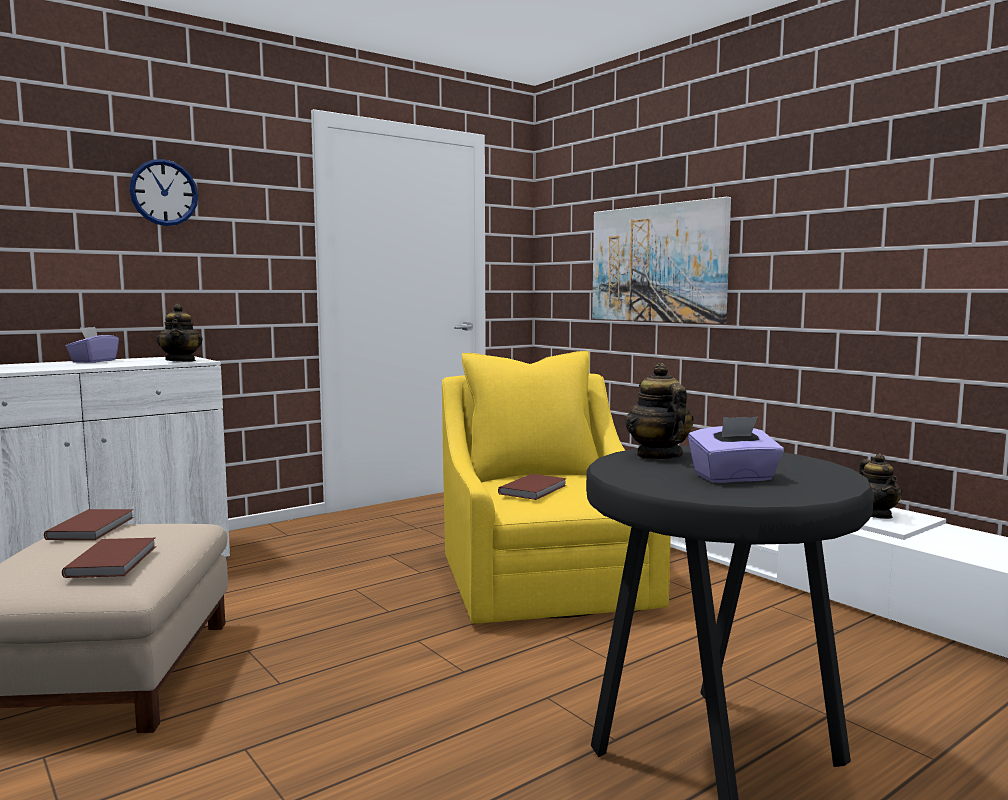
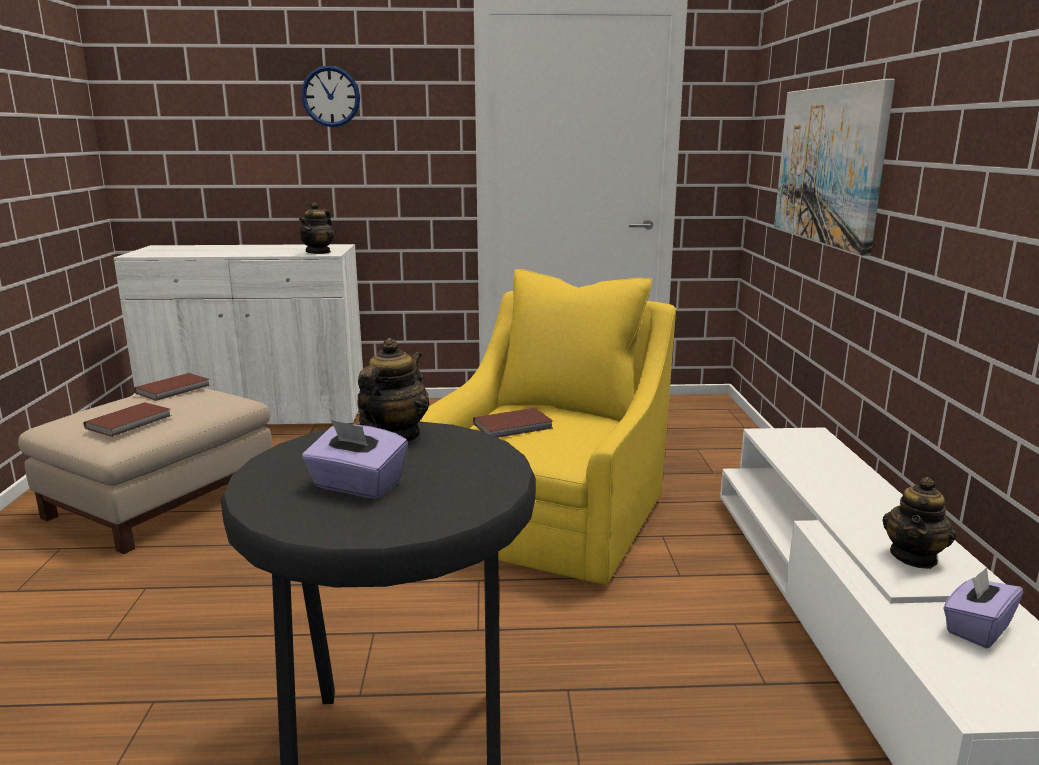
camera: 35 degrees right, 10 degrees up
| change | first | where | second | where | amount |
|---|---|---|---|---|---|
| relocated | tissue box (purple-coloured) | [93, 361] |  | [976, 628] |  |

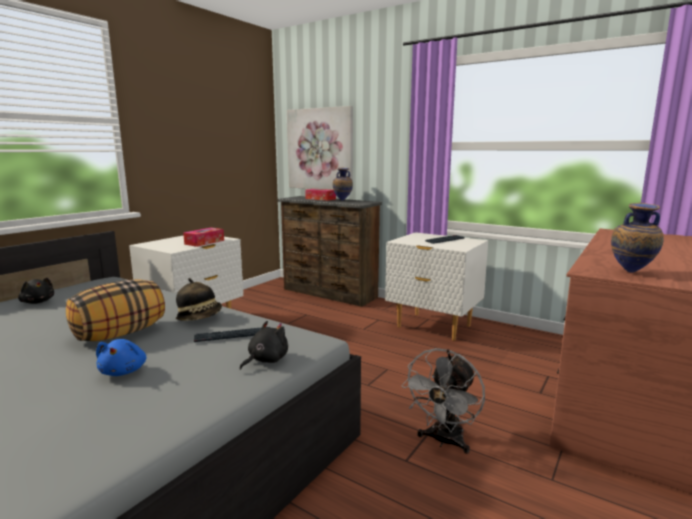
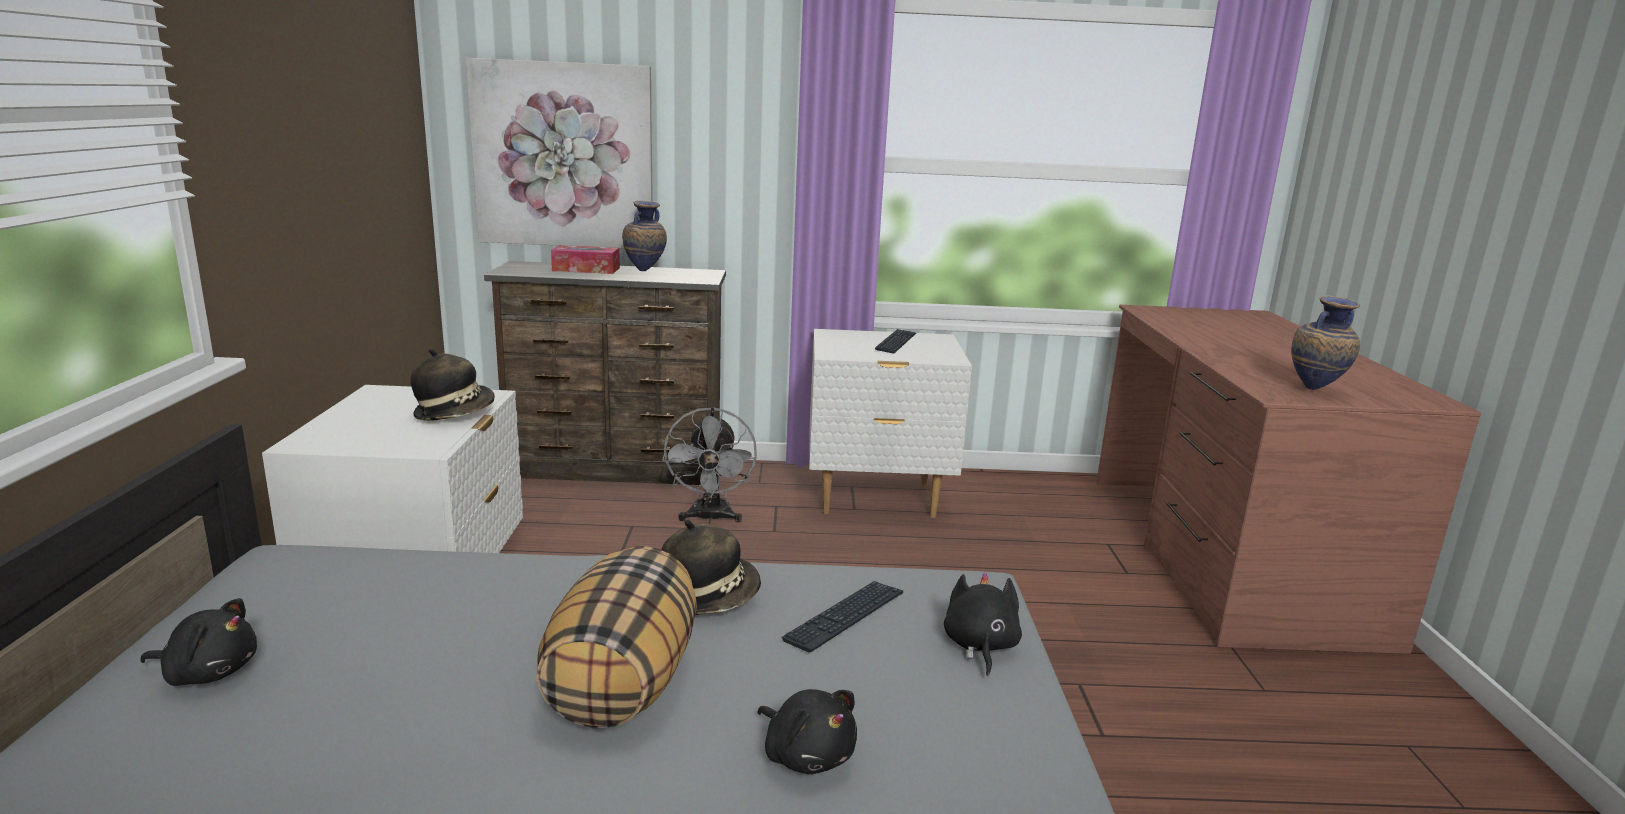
camera: 35 degrees left, 5 degrees up
| change | first | where | second | where | amount |
|---|---|---|---|---|---|
| exchanged | tissue box | [204, 242] | wearable hat | [454, 413] |  |
| colour | soft toy (blue-coloured) | [124, 371] | soft toy (black-coloured) | [806, 755] |  |
| relocated | fan (grey) | [444, 441] |  | [710, 518] |  |

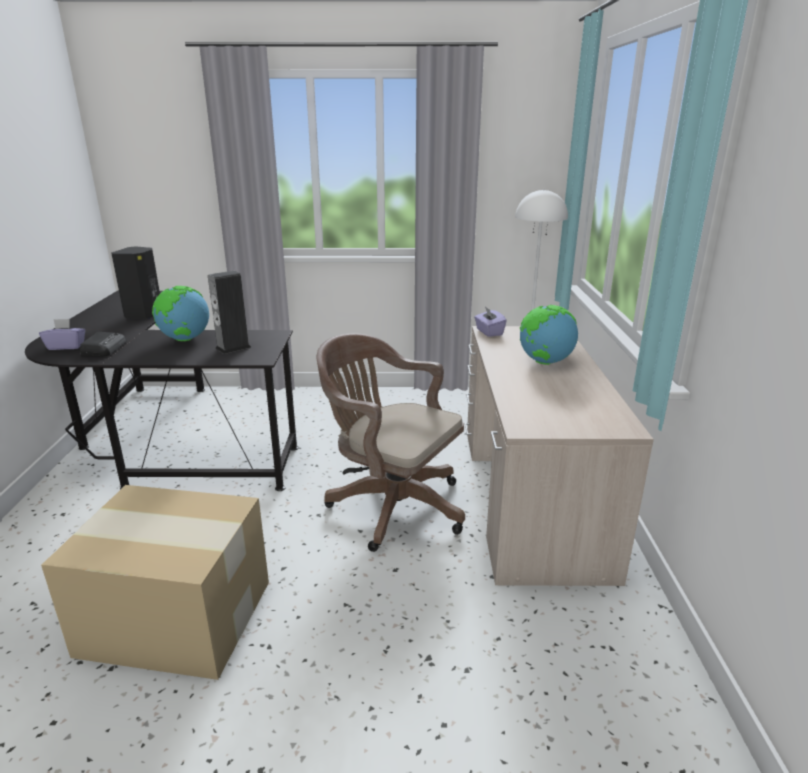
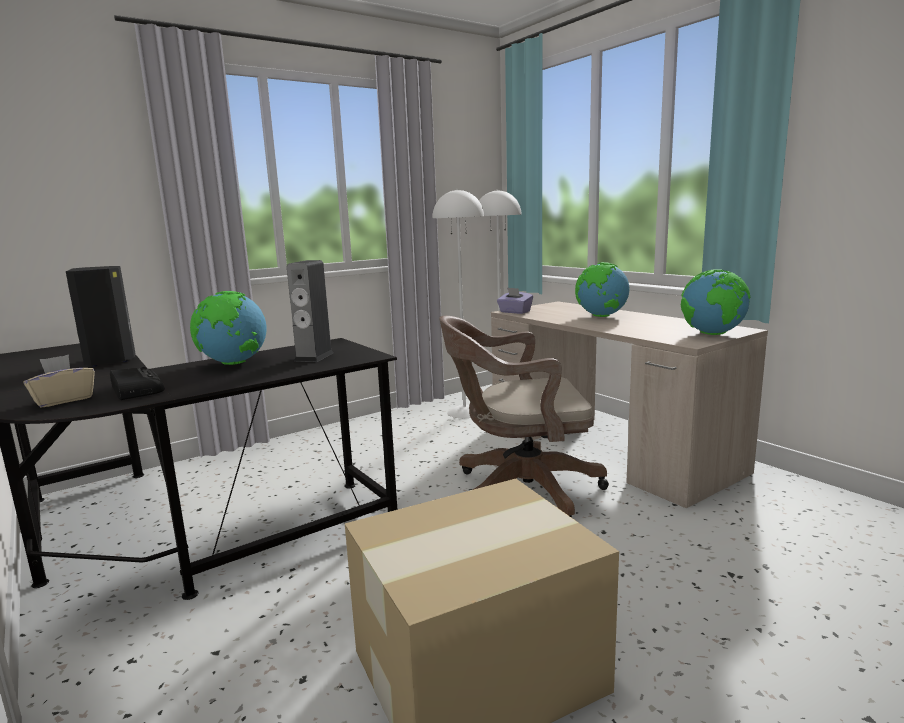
camera: 35 degrees left, 10 degrees down
| change | first | where | second | where | amount |
|---|---|---|---|---|---|
| colour | tissue box (purple-coloured) | [66, 346] | tissue box (beige-coloured) | [63, 400] |  |
| appeared |  |  | standard lamp (white) | [464, 412] |  |
| appeared |  |  | world globe | [713, 334] |  |

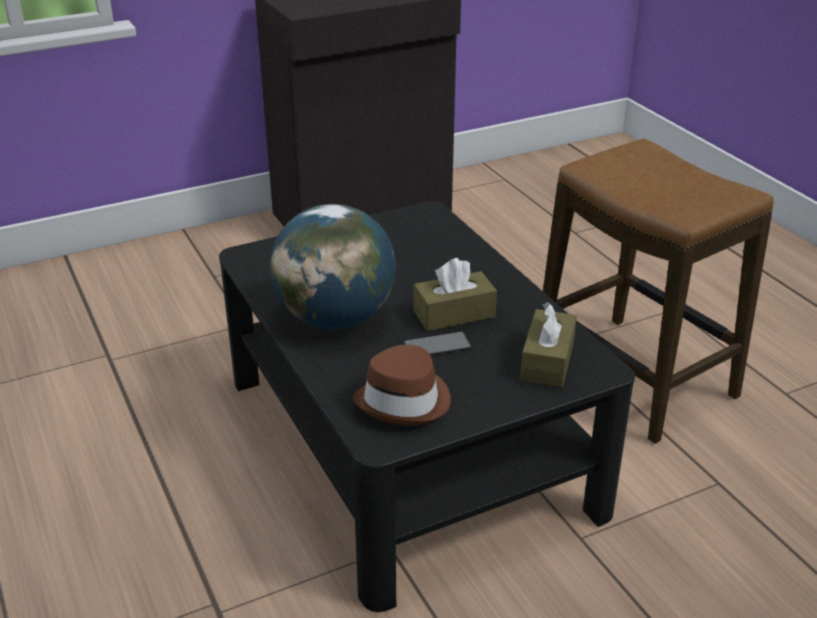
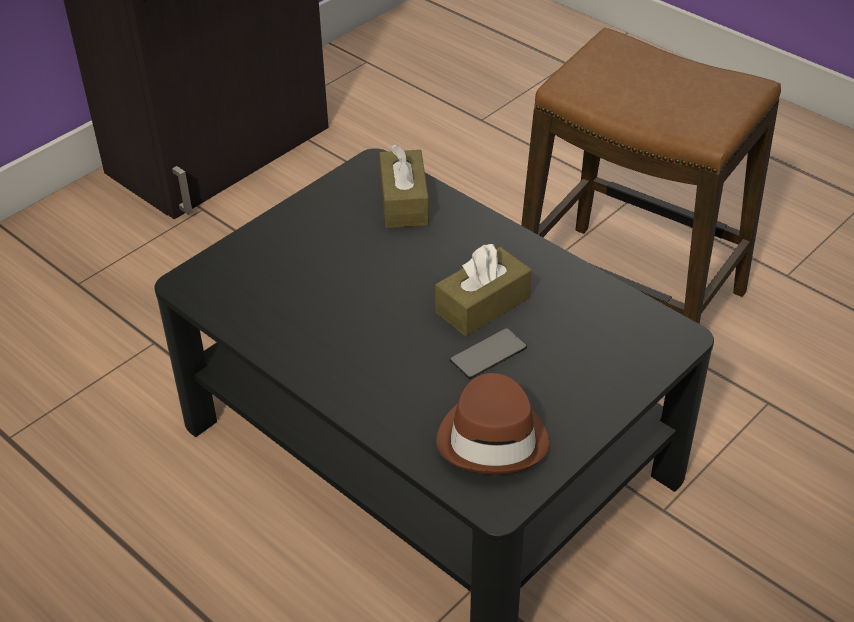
camera: 20 degrees left, 10 degrees up
| change | first | where | second | where | amount |
|---|---|---|---|---|---|
| missing | world globe | [335, 318] |  |  |  |
| relocated | tissue box (brown) | [547, 361] |  | [404, 202] |  |

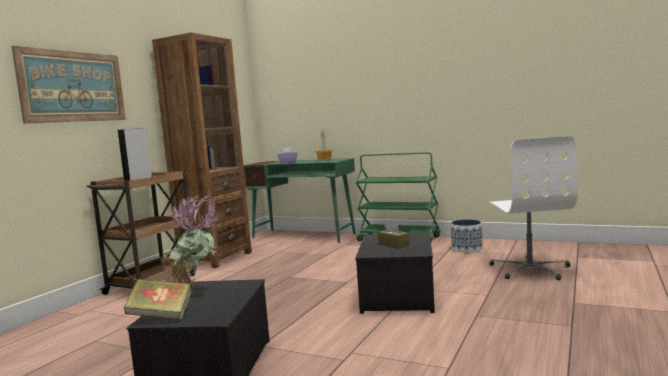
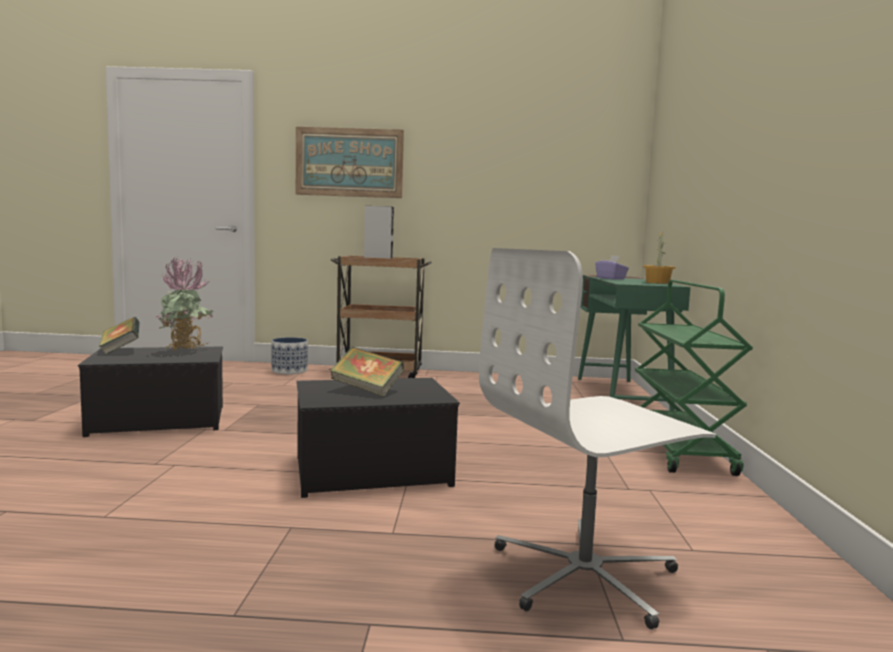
camera: 65 degrees right, 0 degrees up
| change | first | where | second | where | amount |
|---|---|---|---|---|---|
| missing | bookshelf (brown) | [215, 258] |  |  |  |
| relocated | planter | [467, 248] |  | [289, 371] |  |
| exchanged | tissue box (brown) | [394, 244] | book | [367, 390] |  |

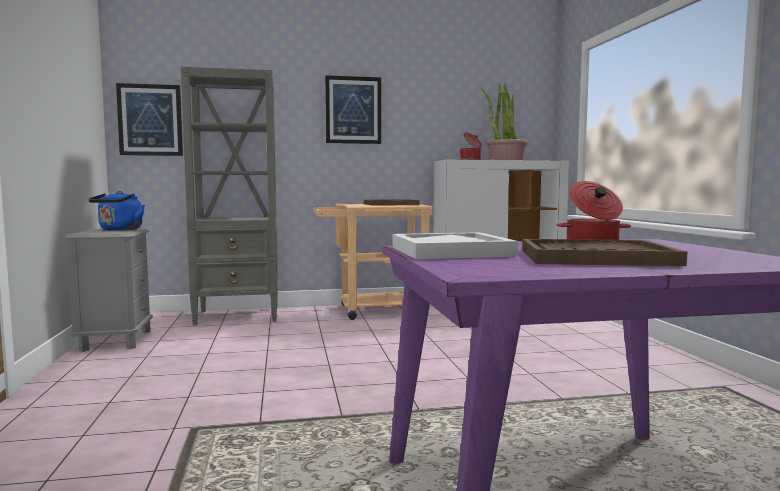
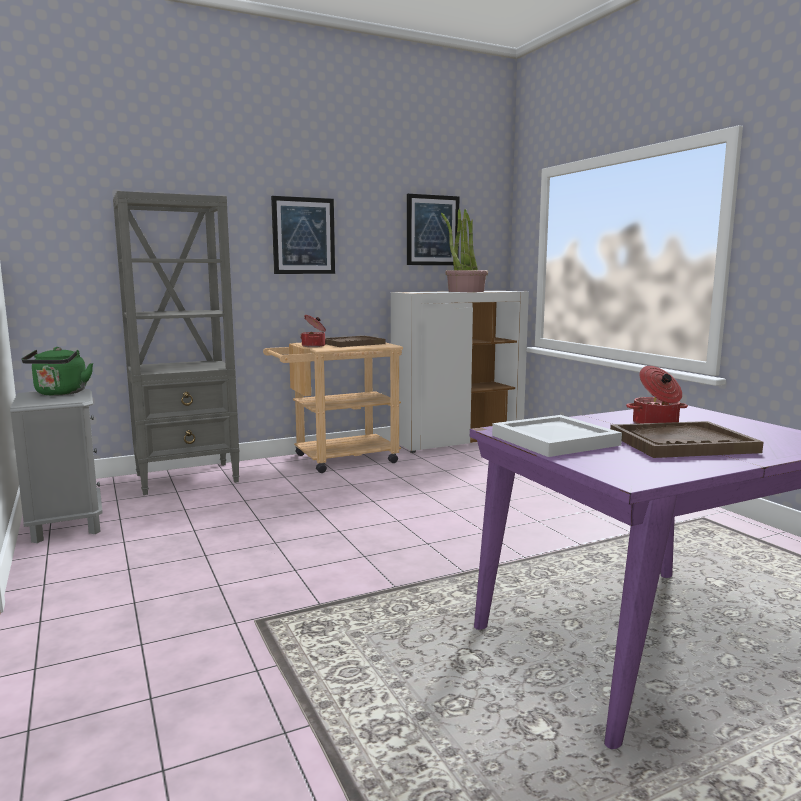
camera: 15 degrees left, 5 degrees up
| change | first | where | second | where | amount |
|---|---|---|---|---|---|
| relocated | wall picture | [150, 120] |  | [432, 230] |  |
| relocated | saucepot | [471, 159] |  | [314, 346] |  |
| colour | water kettle (blue-coloured) | [119, 230] | water kettle (greenish) | [60, 393] |  |

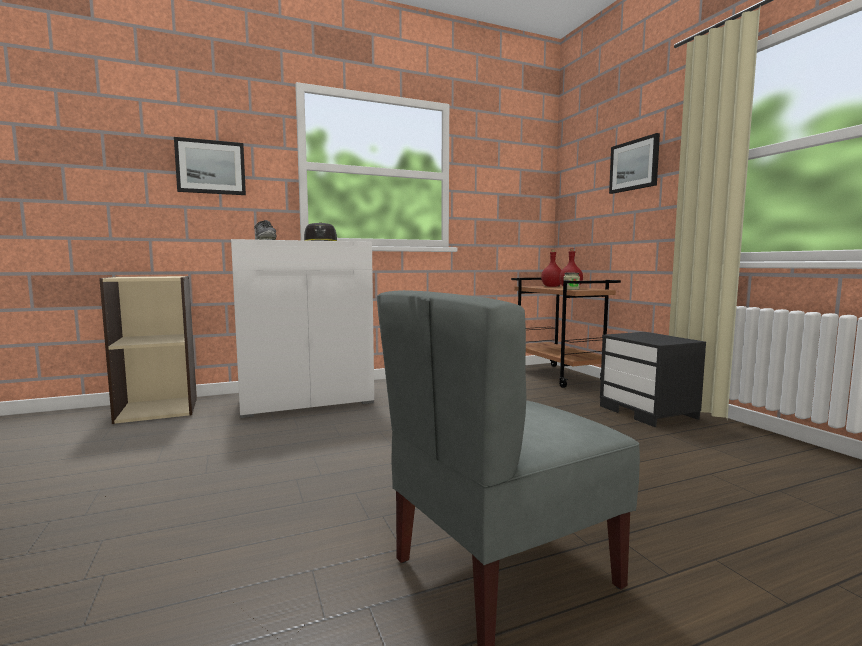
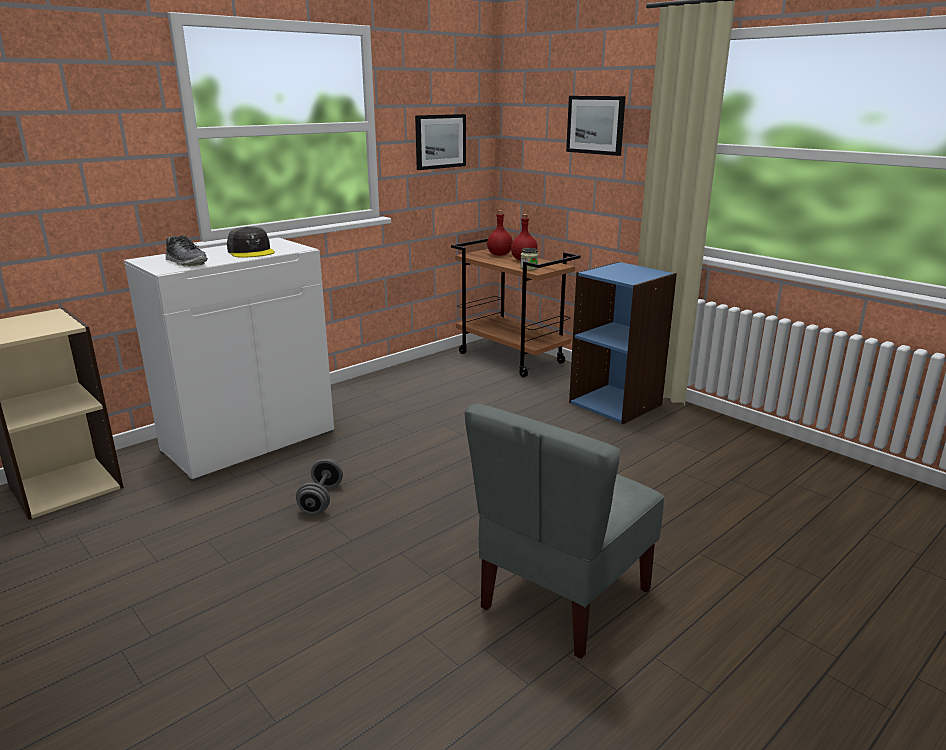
camera: 20 degrees left, 15 degrees up
| change | first | where | second | where | amount |
|---|---|---|---|---|---|
| relocated | wall picture | [211, 167] |  | [440, 141] |  |
| exchanged | nightstand (black-coloured) | [649, 412] | bookshelf (blue-coloured) | [616, 403] |  |
| appeared |  |  | hand weight (grey) | [321, 499] |  |

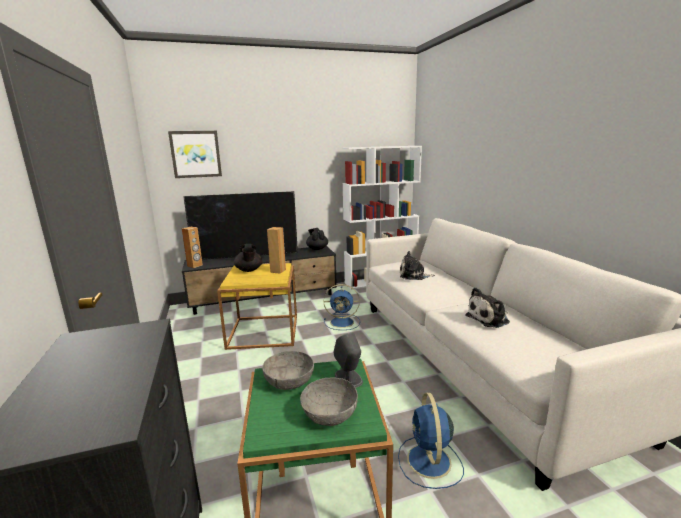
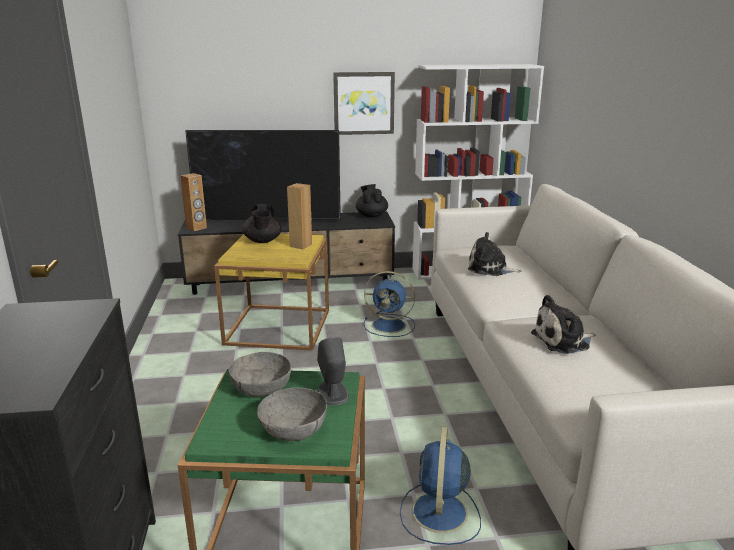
camera: 10 degrees right, 5 degrees up
| change | first | where | second | where | amount |
|---|---|---|---|---|---|
| relocated | wall picture | [196, 154] |  | [364, 103] |  |

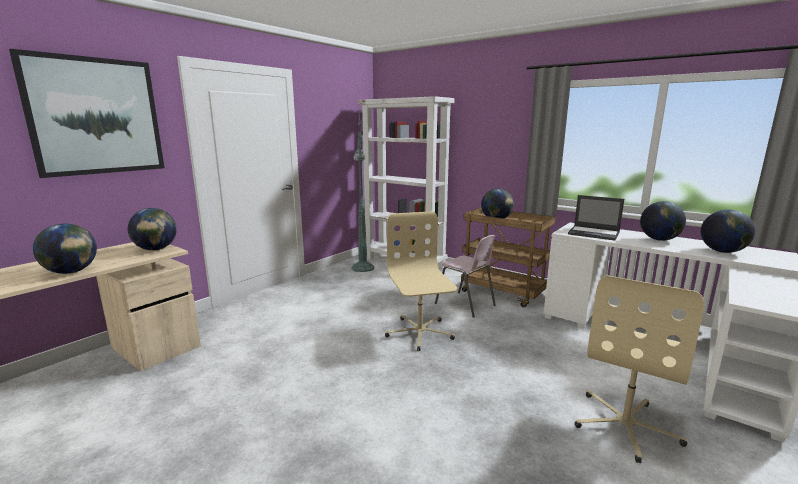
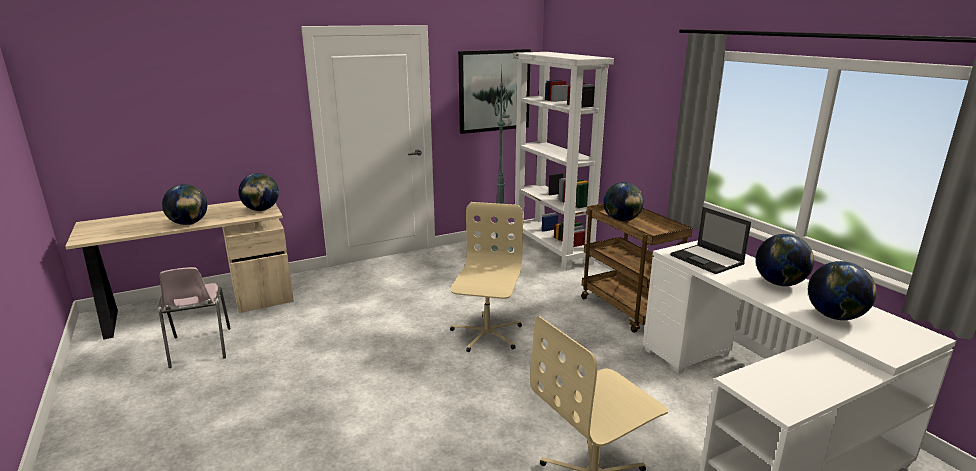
camera: 25 degrees right, 5 degrees up
| change | first | where | second | where | amount |
|---|---|---|---|---|---|
| relocated | wall picture | [96, 116] |  | [494, 91] |  |
| relocated | upright chair (pink-coloured) | [465, 305] |  | [199, 348] |  |

